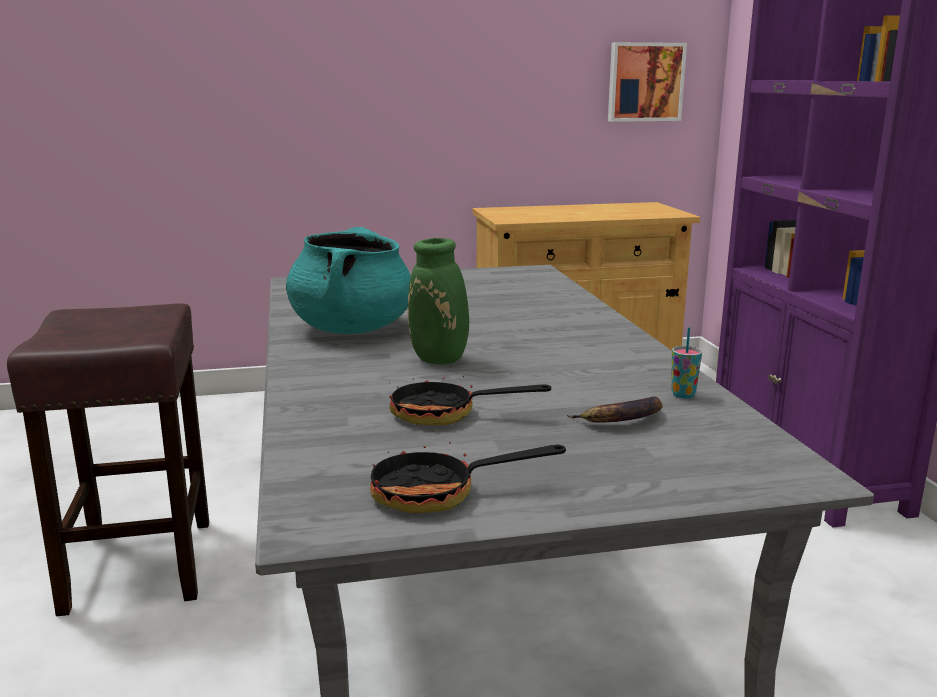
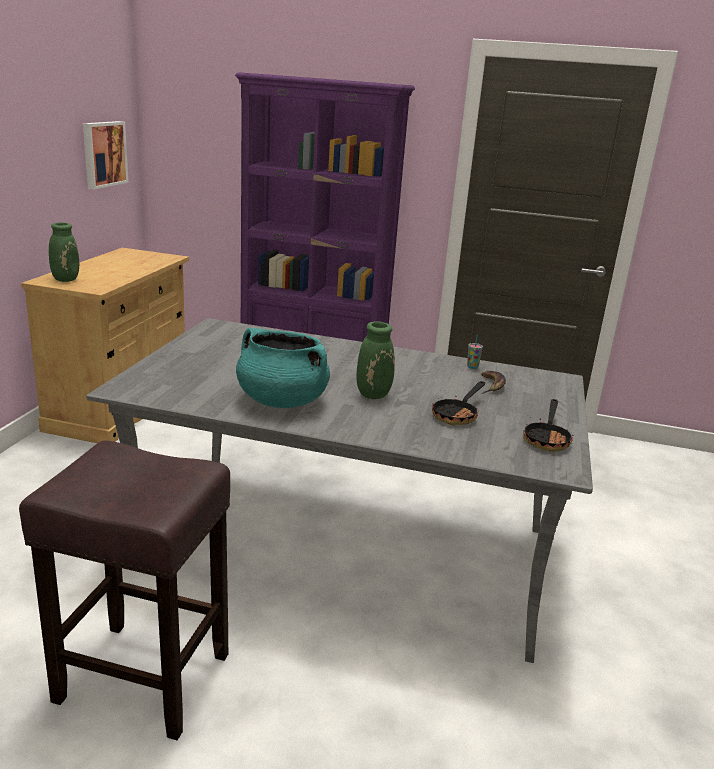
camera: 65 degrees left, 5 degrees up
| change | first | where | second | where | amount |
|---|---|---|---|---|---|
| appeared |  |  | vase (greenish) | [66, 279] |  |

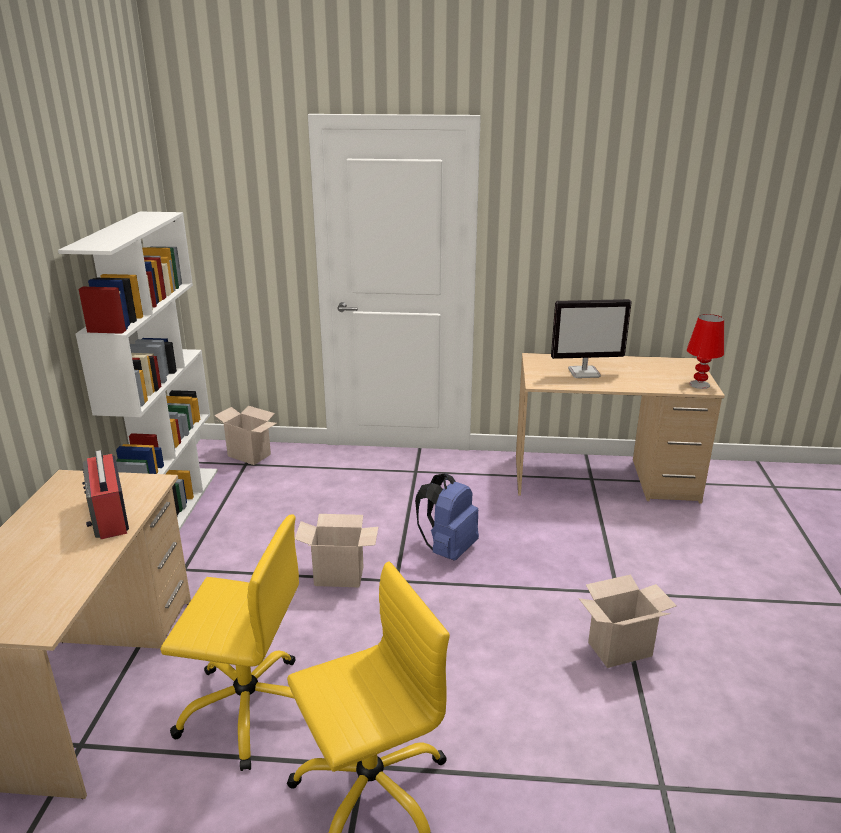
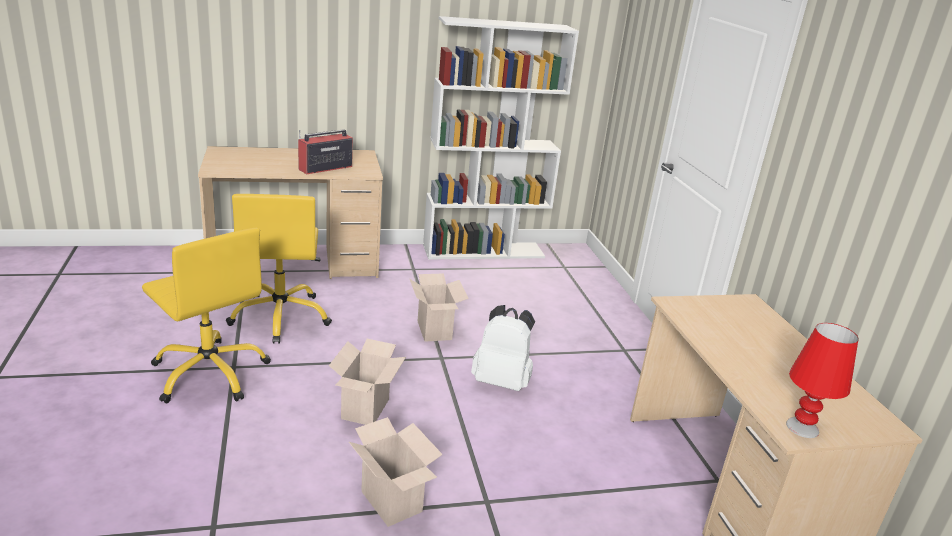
camera: 70 degrees right, 0 degrees up
| change | first | where | second | where | amount |
|---|---|---|---|---|---|
| missing | computer screen | [584, 372] |  |  |  |
| relocated | cardboard box | [251, 455] |  | [366, 410] |  |
| colour | backpack (blue-coloured) | [448, 549] | backpack (white) | [502, 381] |  |

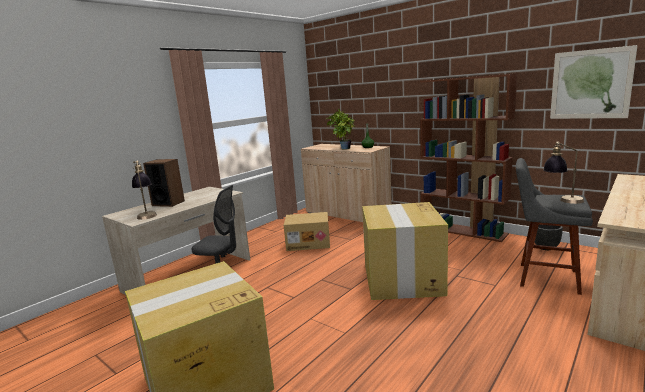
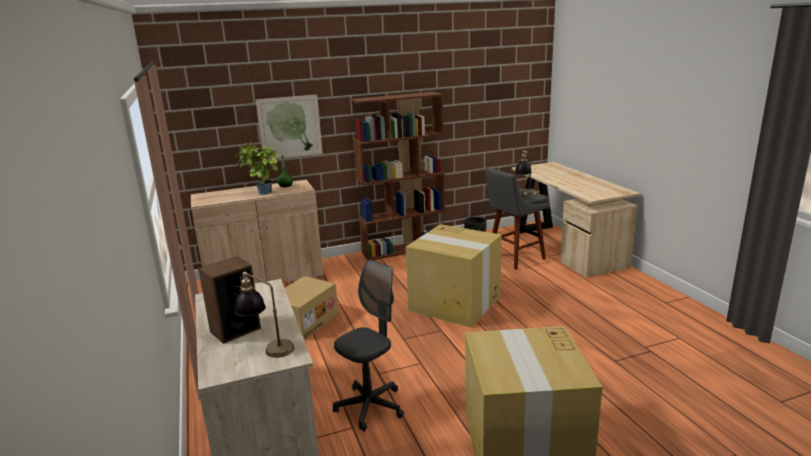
camera: 60 degrees left, 5 degrees up
| change | first | where | second | where | amount |
|---|---|---|---|---|---|
| relocated | wall picture | [590, 84] |  | [290, 127] |  |

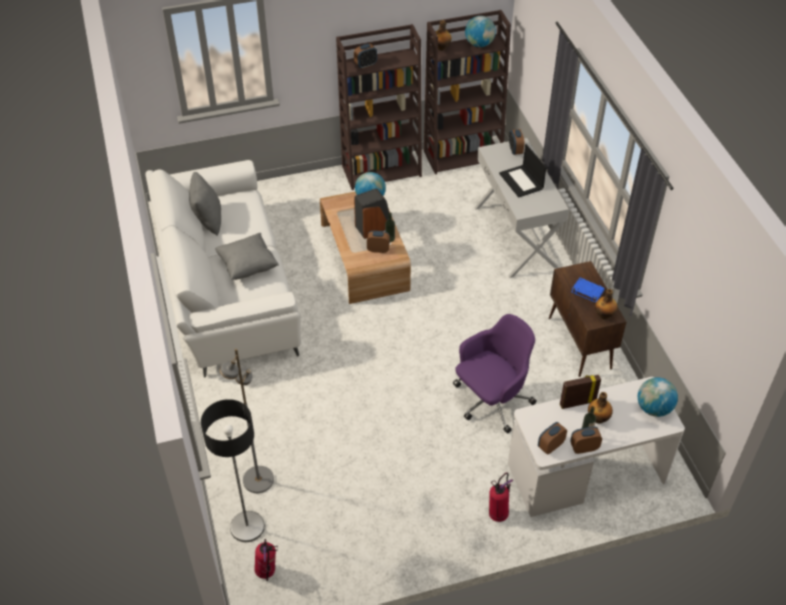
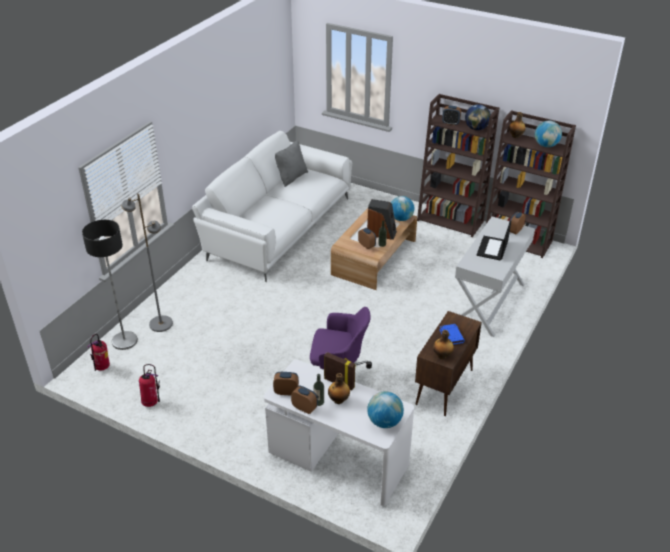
camera: 45 degrees right, 10 degrees down
| change | first | where | second | where | amount |
|---|---|---|---|---|---|
| missing | pillow (grey) | [248, 266] |  |  |  |
| relocated | fire-fighting cylinder | [498, 513] |  | [151, 402] |  |
| appeared |  |  | world globe | [476, 128] |  |

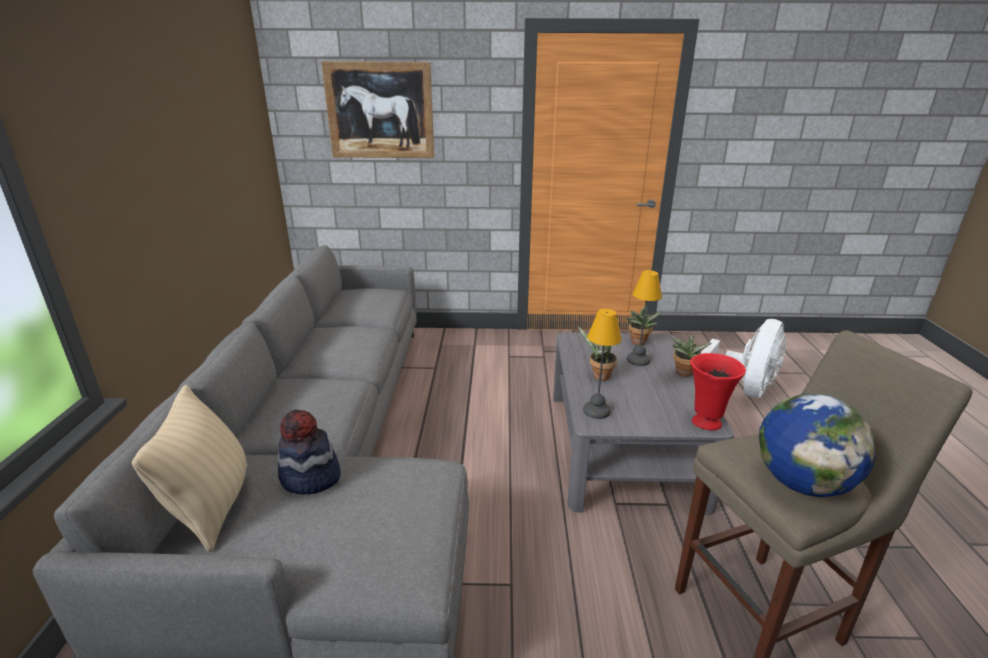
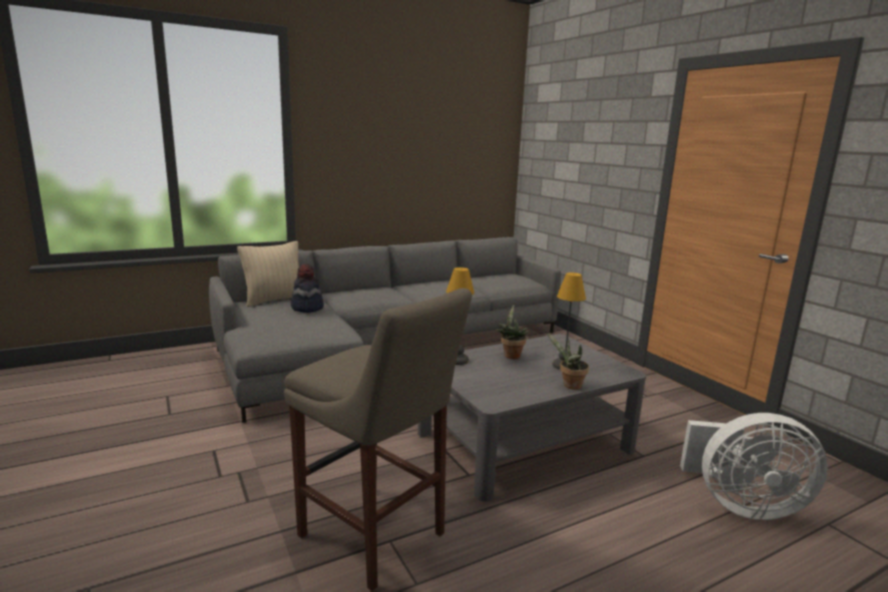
camera: 60 degrees right, 10 degrees down
| change | first | where | second | where | amount |
|---|---|---|---|---|---|
| missing | wall picture | [380, 111] |  |  |  |
| missing | potted plant | [638, 343] |  |  |  |
| missing | vase (reddish) | [705, 422] |  |  |  |
| missing | world globe | [801, 483] |  |  |  |

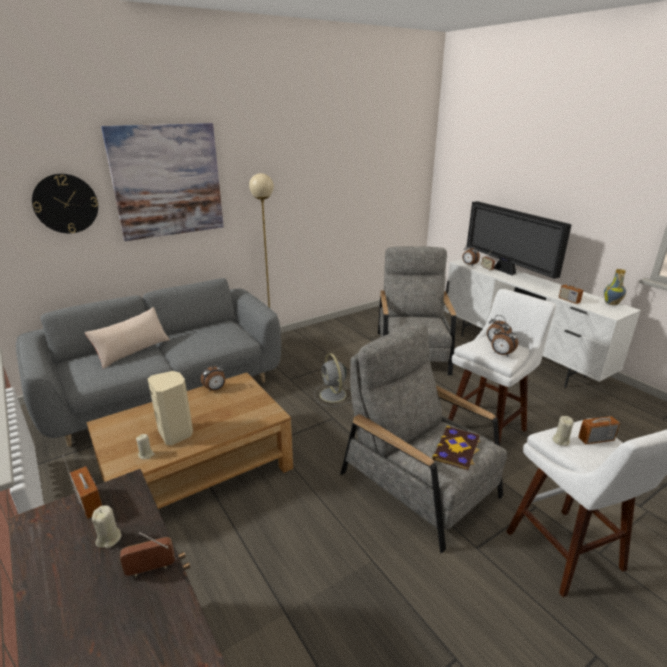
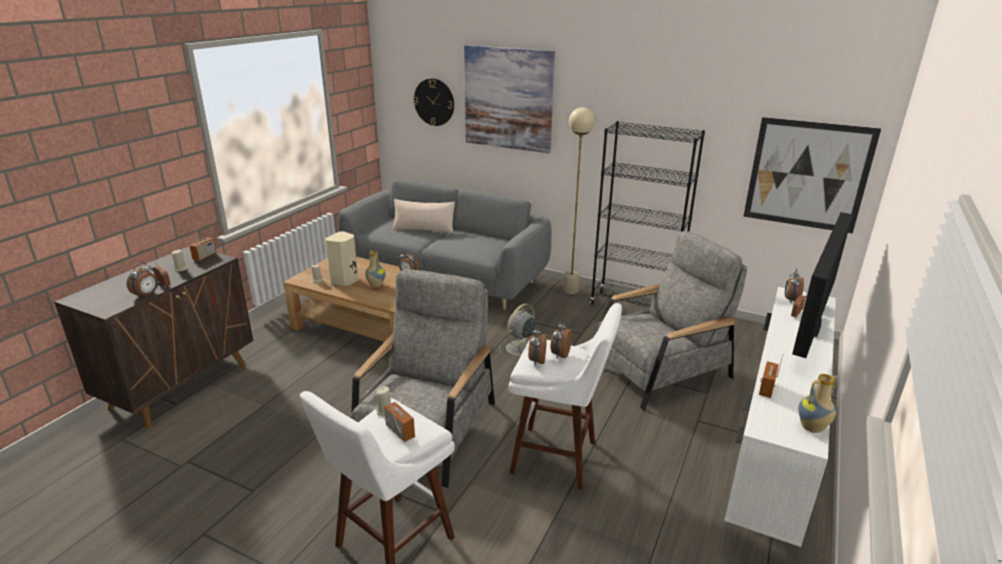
camera: 60 degrees right, 0 degrees up
| change | first | where | second | where | amount |
|---|---|---|---|---|---|
| missing | book | [457, 449] |  |  |  |
| appeared |  |  | wall picture | [807, 175] |  |
| appeared |  |  | bookshelf (black-coloured) | [634, 306] |  |
| appeared |  |  | vase | [375, 285] |  |
| appeared |  |  | bedside clock | [147, 295] |  |

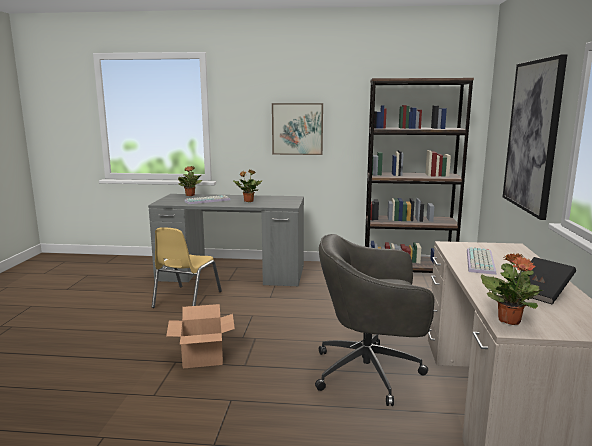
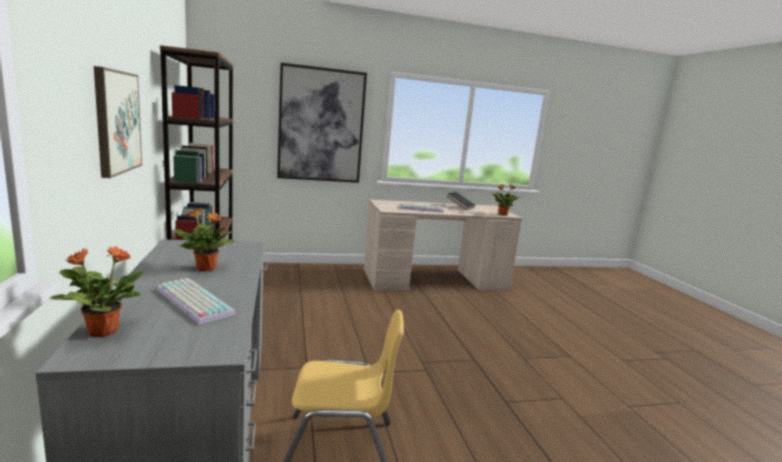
camera: 110 degrees left, 0 degrees up
| change | first | where | second | where | amount |
|---|---|---|---|---|---|
| missing | desk chair (grey) | [370, 372] |  |  |  |
| missing | cardboard box | [203, 357] |  |  |  |

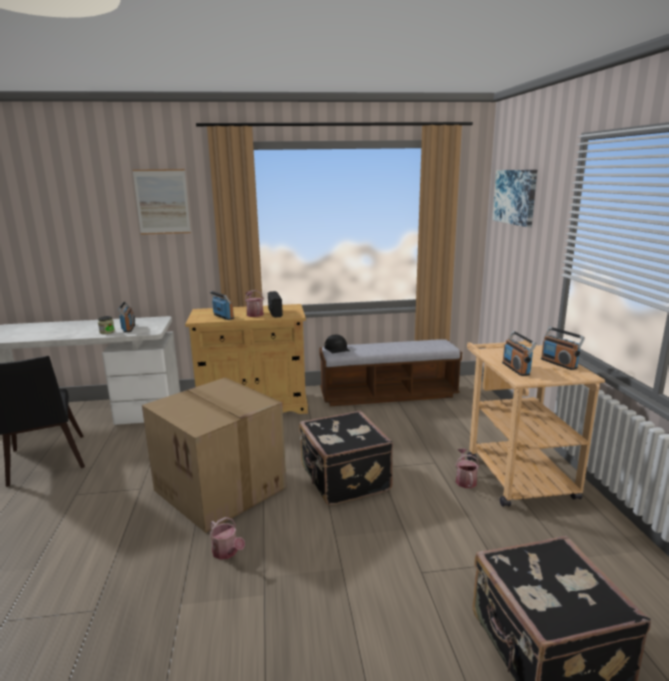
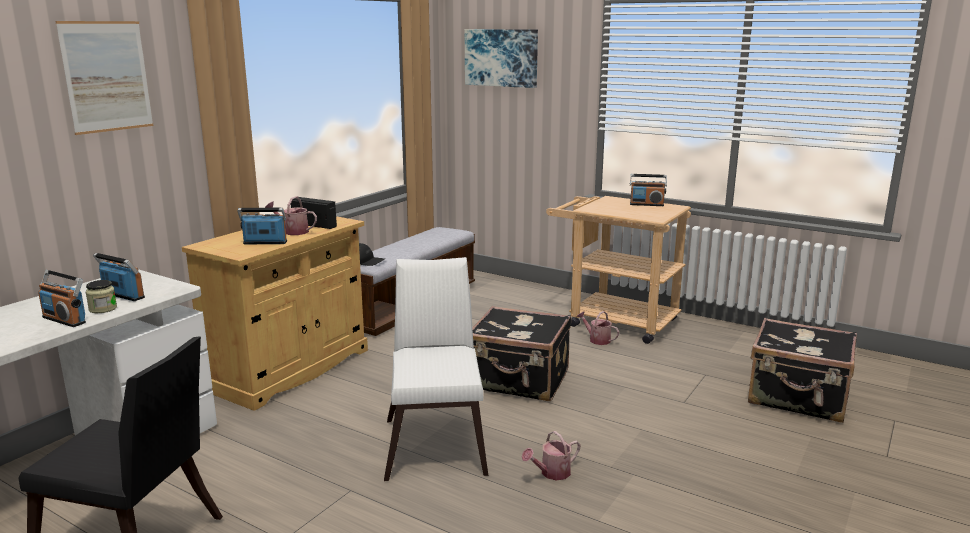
camera: 50 degrees left, 0 degrees up
| change | first | where | second | where | amount |
|---|---|---|---|---|---|
| relocated | radio | [516, 369] |  | [65, 320] |  |
| exchanged | cardboard box | [222, 489] | upright chair (white) | [436, 441] |  |
| spun | watering pot | [227, 552] |  | [551, 473] | 150 degrees clockwise |

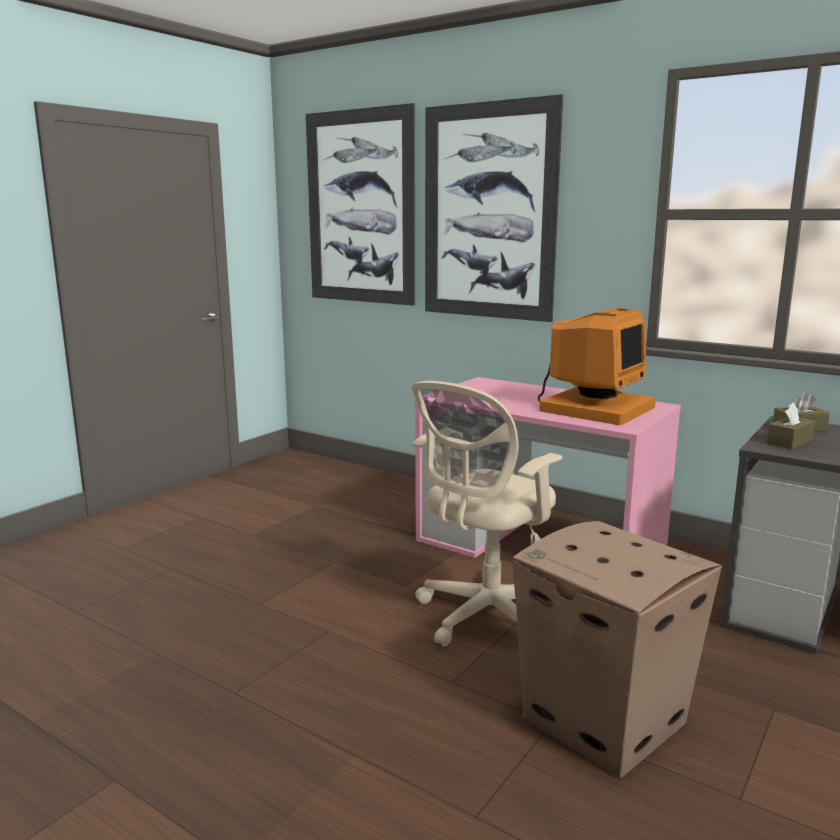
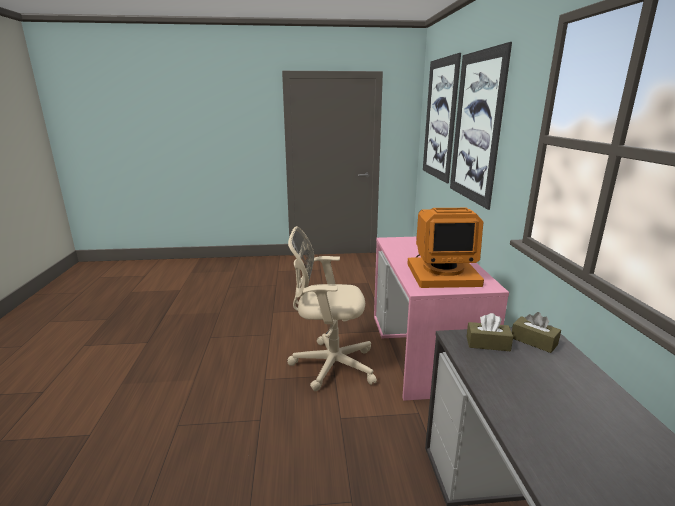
camera: 50 degrees right, 5 degrees up
| change | first | where | second | where | amount |
|---|---|---|---|---|---|
| missing | cardboard box | [605, 720] |  |  |  |

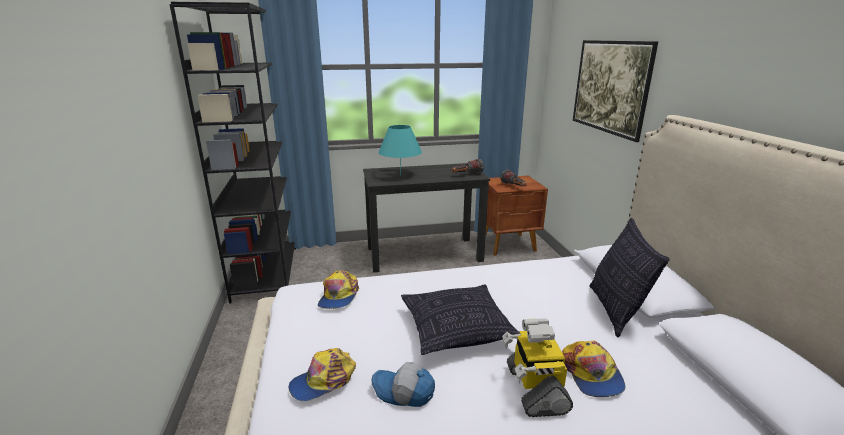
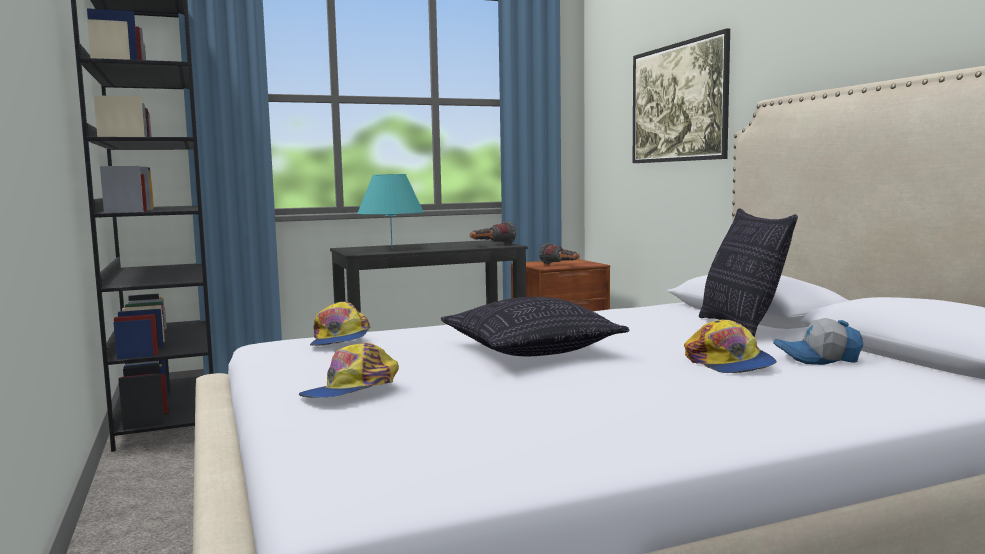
camera: 10 degrees left, 15 degrees down
| change | first | where | second | where | amount |
|---|---|---|---|---|---|
| missing | robot figure | [534, 388] |  |  |  |
| relocated | peaked cap | [403, 392] |  | [818, 359] |  |

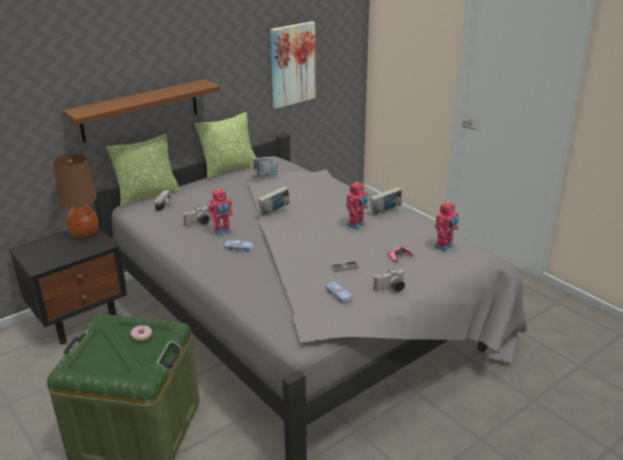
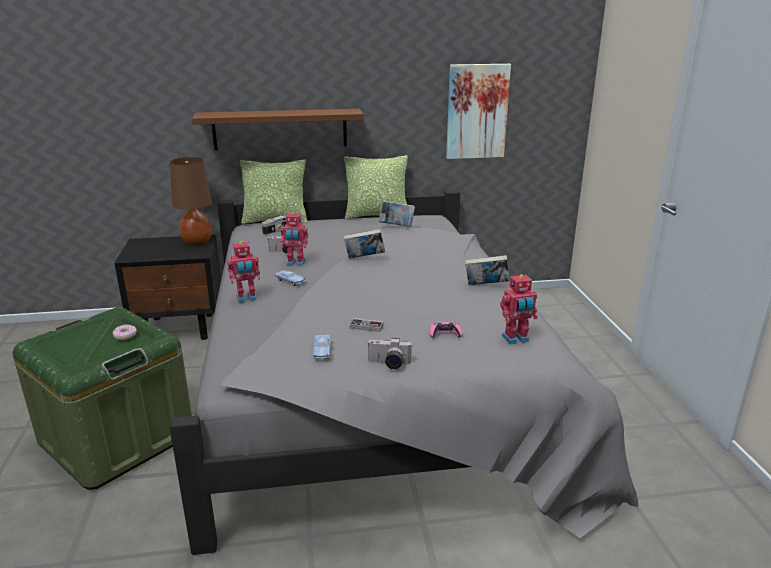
camera: 30 degrees right, 5 degrees down
| change | first | where | second | where | amount |
|---|---|---|---|---|---|
| relocated | robot figure | [356, 225] |  | [246, 298] |  |

